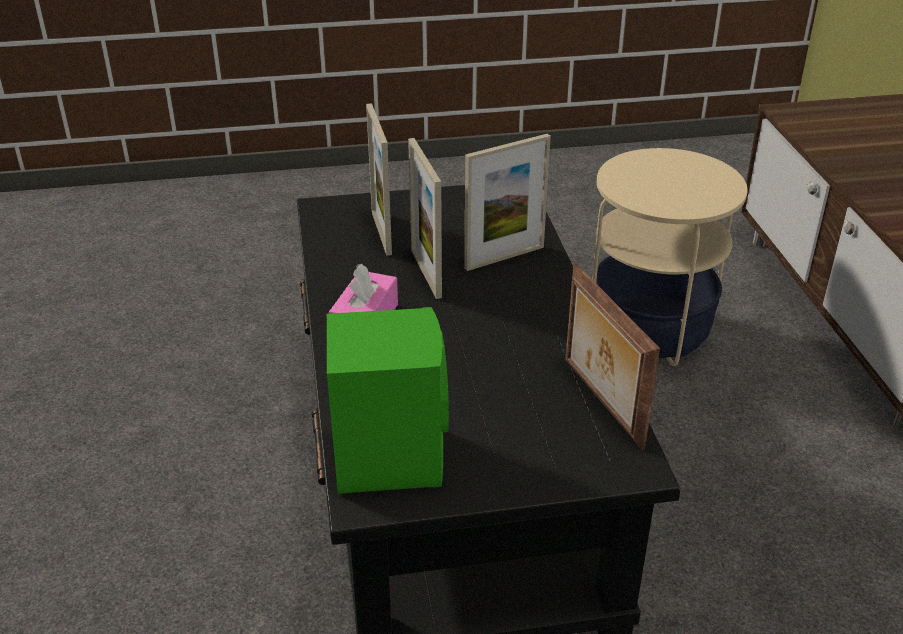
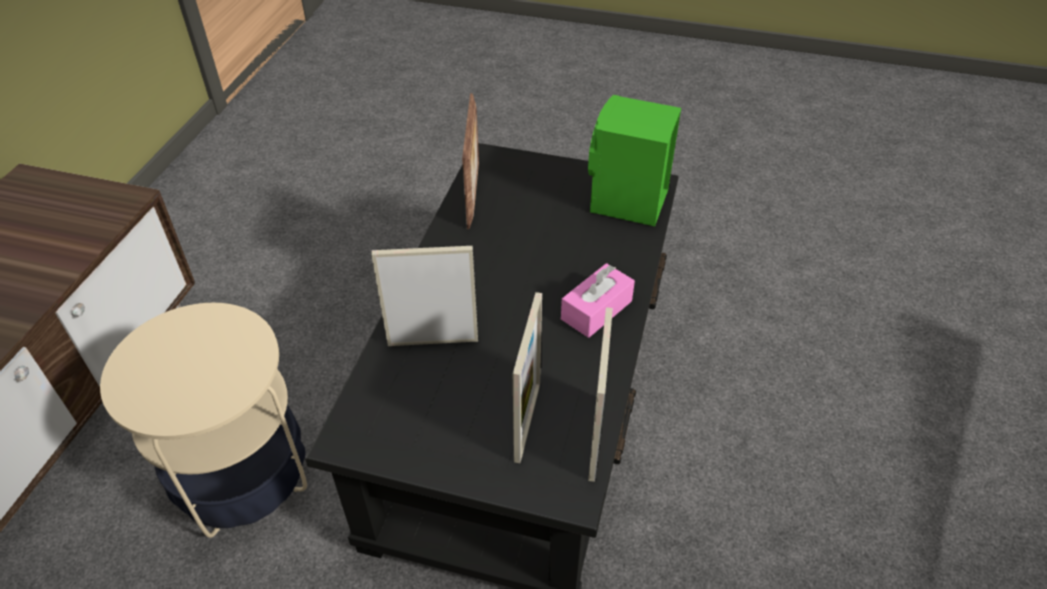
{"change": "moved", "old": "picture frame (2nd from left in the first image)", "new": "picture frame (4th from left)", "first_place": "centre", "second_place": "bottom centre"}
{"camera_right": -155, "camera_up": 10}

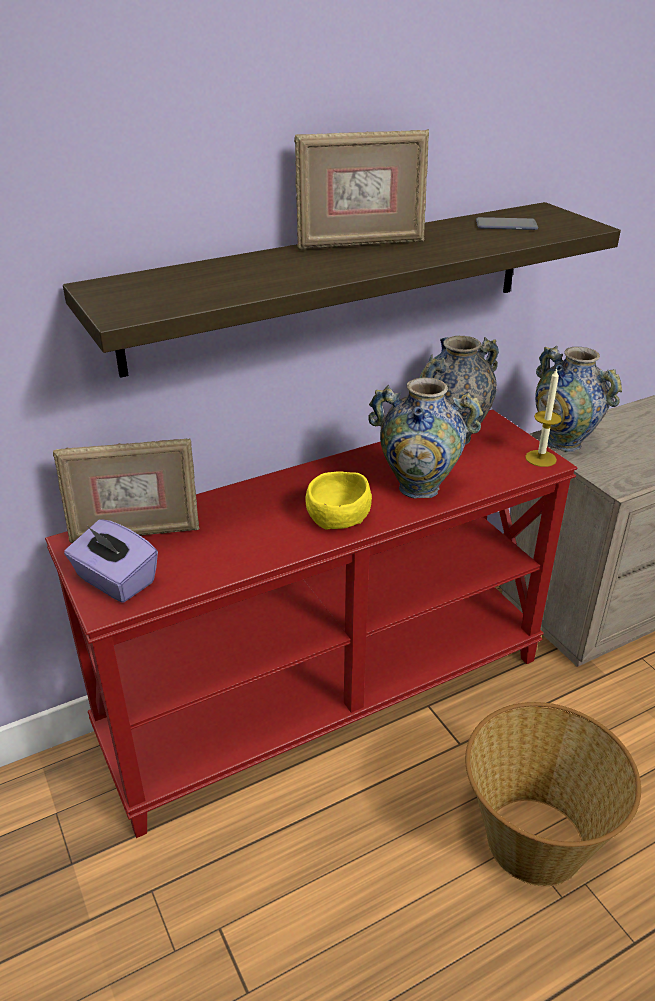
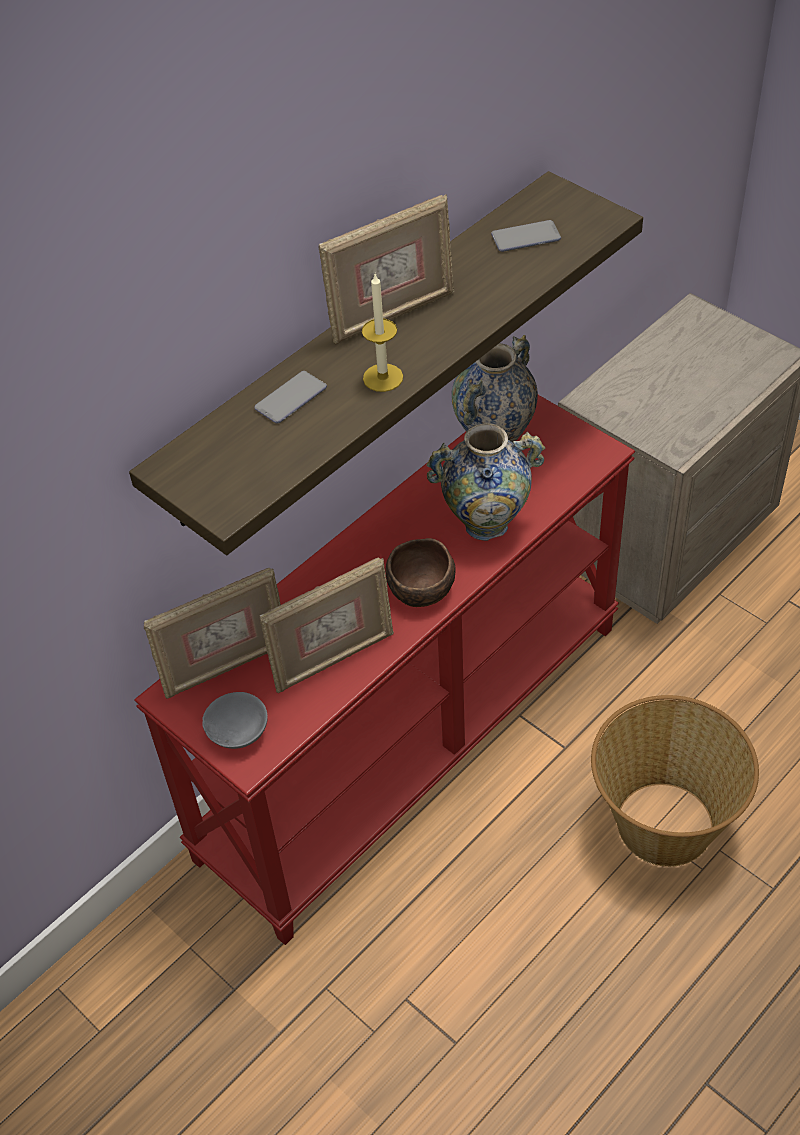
{"change": "replaced", "old": "purple tissue box", "new": "grey bowl", "first_place": "middle left", "second_place": "middle left"}
{"change": "recoloured", "old": "yellow bowl", "new": "brown bowl", "first_place": "centre", "second_place": "centre"}
{"change": "moved", "old": "candle", "first_place": "middle right", "second_place": "top centre"}
{"change": "removed", "old": "vase (3rd from left)", "first_place": "middle right"}
{"change": "added", "new": "phone (1st from left)", "second_place": "centre"}
{"change": "added", "new": "picture frame (2nd from left)", "second_place": "centre"}
{"camera_right": -15, "camera_up": 15}

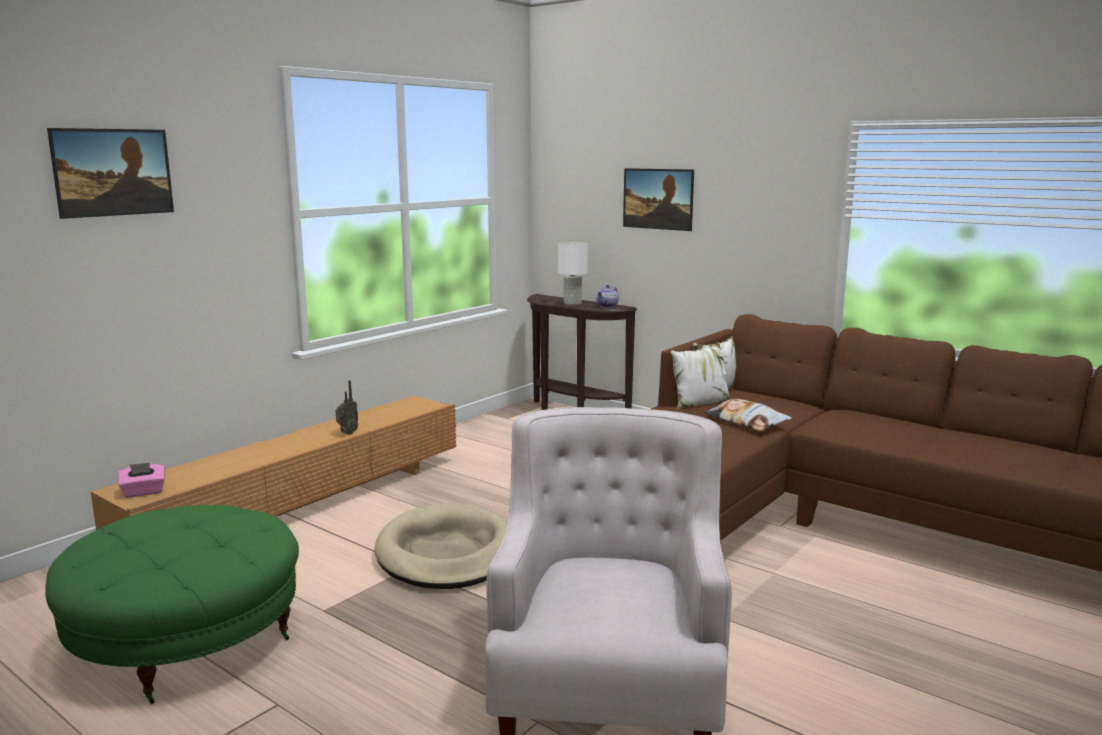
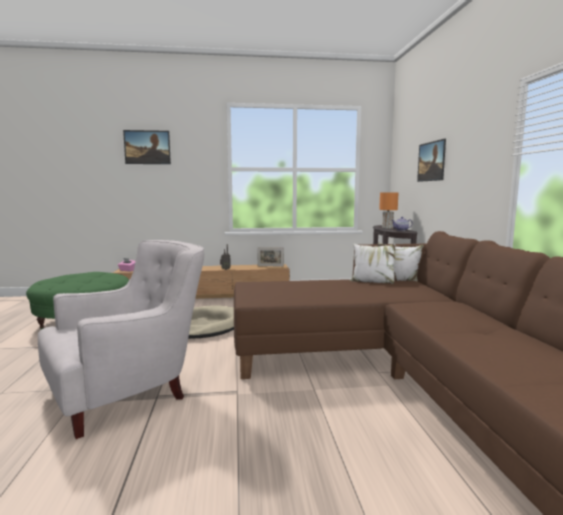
{"change": "recoloured", "old": "white table lamp", "new": "orange table lamp", "first_place": "centre", "second_place": "middle right"}
{"change": "removed", "old": "pillow", "first_place": "middle right"}
{"change": "added", "new": "picture frame", "second_place": "centre"}
{"camera_right": 45, "camera_up": -5}

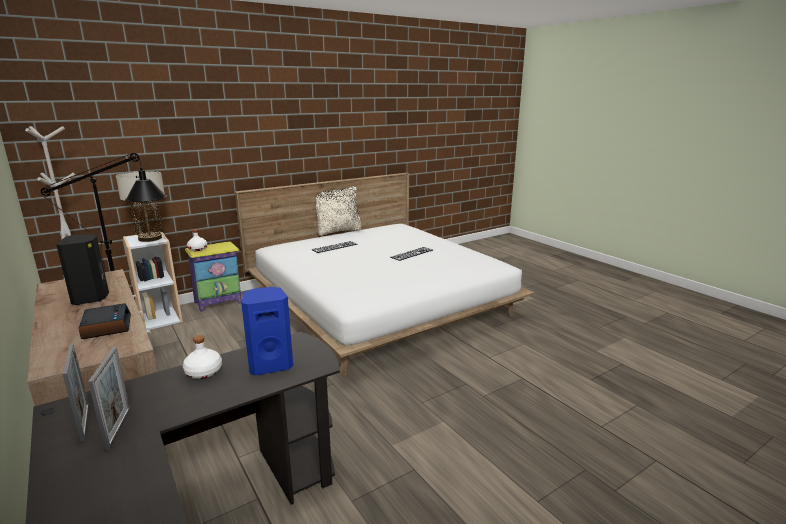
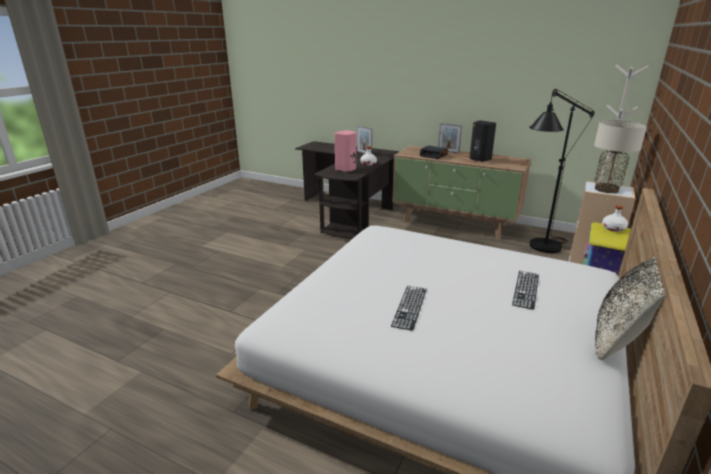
{"change": "moved", "old": "picture frame (1st from left in the first image)", "new": "picture frame (2nd from left)", "first_place": "bottom left", "second_place": "top centre"}
{"change": "recoloured", "old": "blue speaker", "new": "pink speaker", "first_place": "centre", "second_place": "top centre"}
{"camera_right": 150, "camera_up": 5}

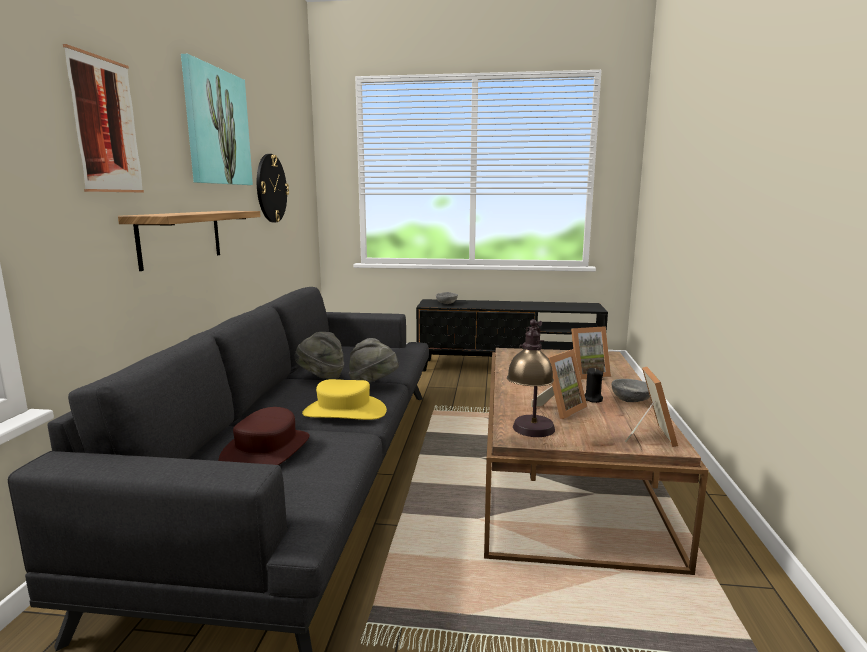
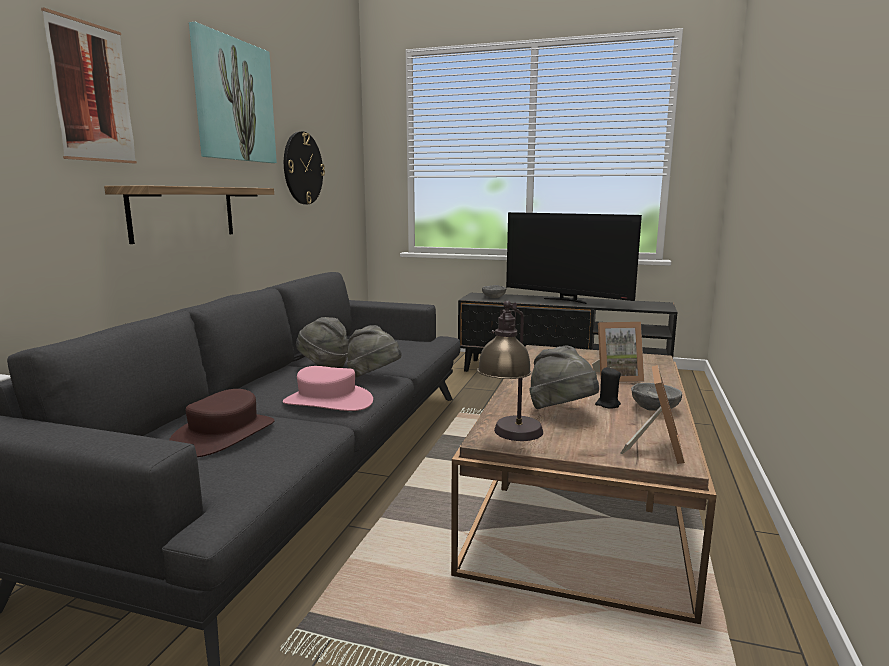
{"change": "recoloured", "old": "yellow hat", "new": "pink hat", "first_place": "centre", "second_place": "centre"}
{"change": "replaced", "old": "picture frame (1st from left)", "new": "grey hat (3rd from left)", "first_place": "centre", "second_place": "centre"}
{"change": "added", "new": "television", "second_place": "centre"}
{"camera_right": 10, "camera_up": 0}

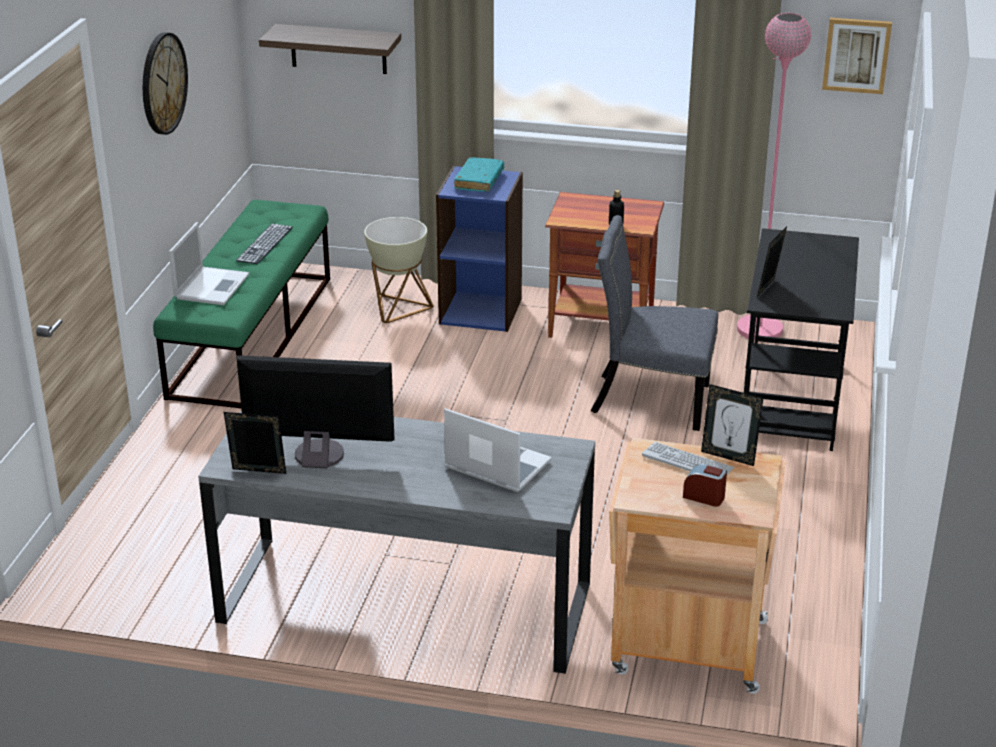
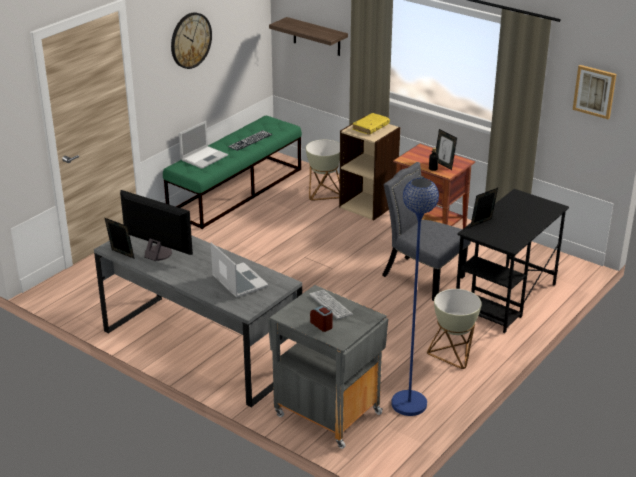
{"change": "recoloured", "old": "blue bookcase", "new": "beige bookcase", "first_place": "centre", "second_place": "centre"}
{"change": "recoloured", "old": "turquoise book", "new": "yellow book", "first_place": "top centre", "second_place": "top centre"}
{"change": "recoloured", "old": "brown cart", "new": "grey cart", "first_place": "bottom right", "second_place": "bottom centre"}
{"change": "moved", "old": "picture frame (2nd from left)", "first_place": "middle right", "second_place": "top right"}
{"change": "removed", "old": "pink floor lamp", "first_place": "top right"}
{"change": "added", "new": "blue floor lamp", "second_place": "centre"}
{"change": "added", "new": "planter (2nd from left)", "second_place": "bottom right"}
{"camera_right": 25, "camera_up": 0}

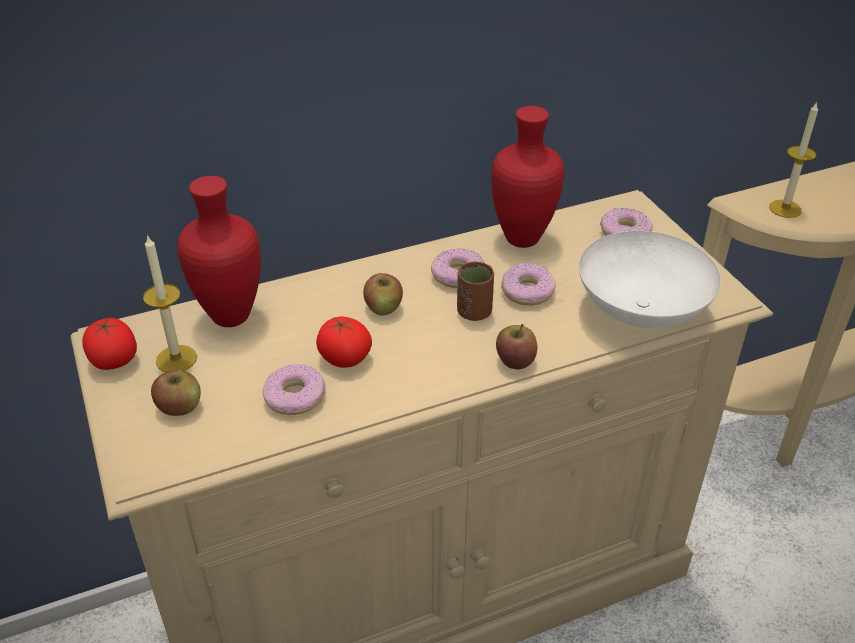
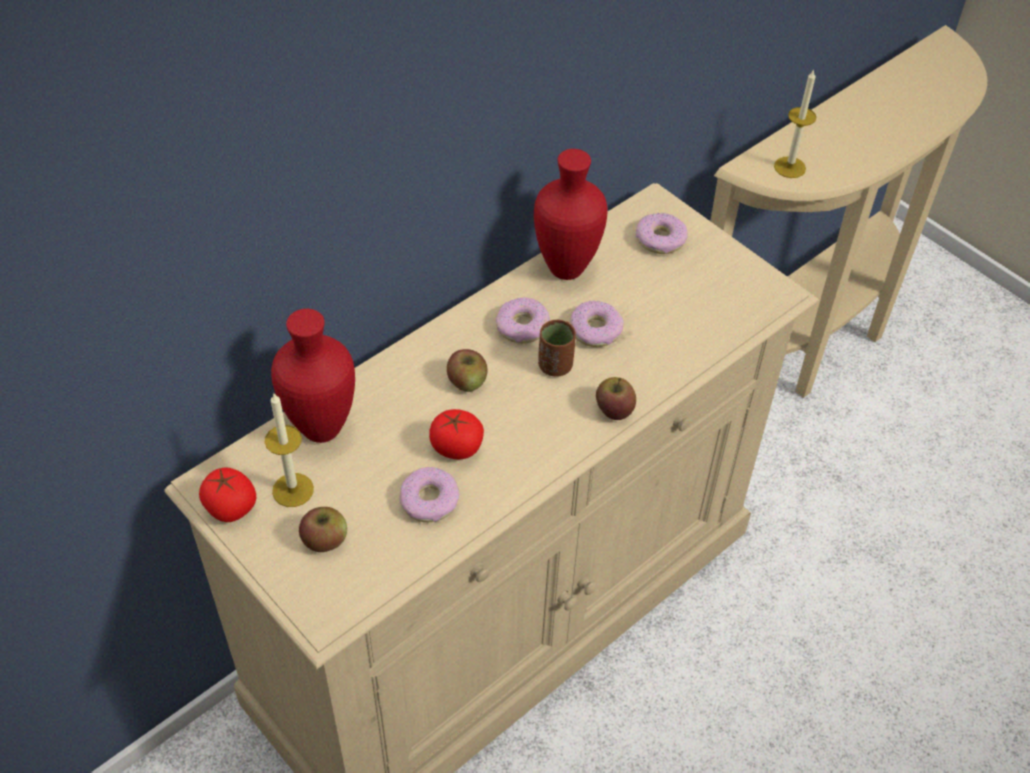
{"change": "removed", "old": "white bowl", "first_place": "middle right"}
{"camera_right": -20, "camera_up": 10}

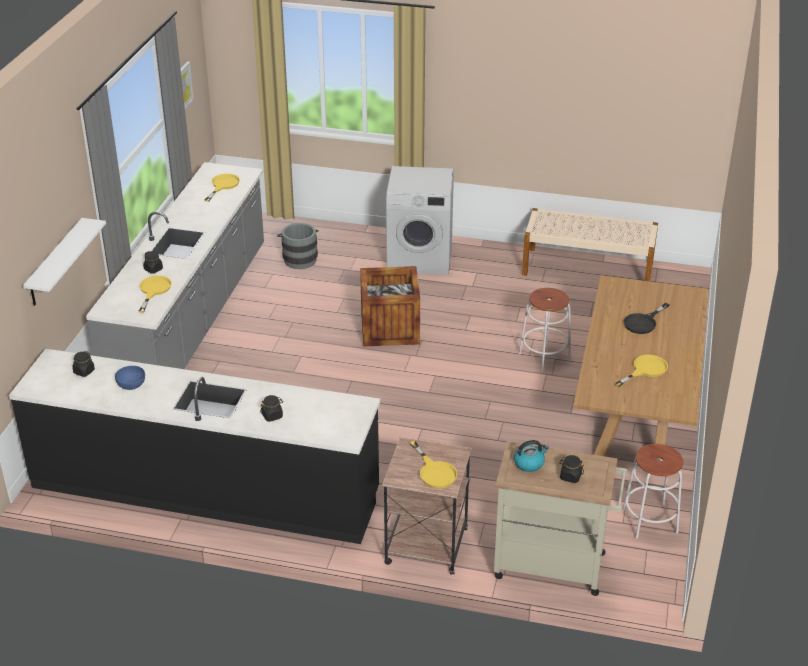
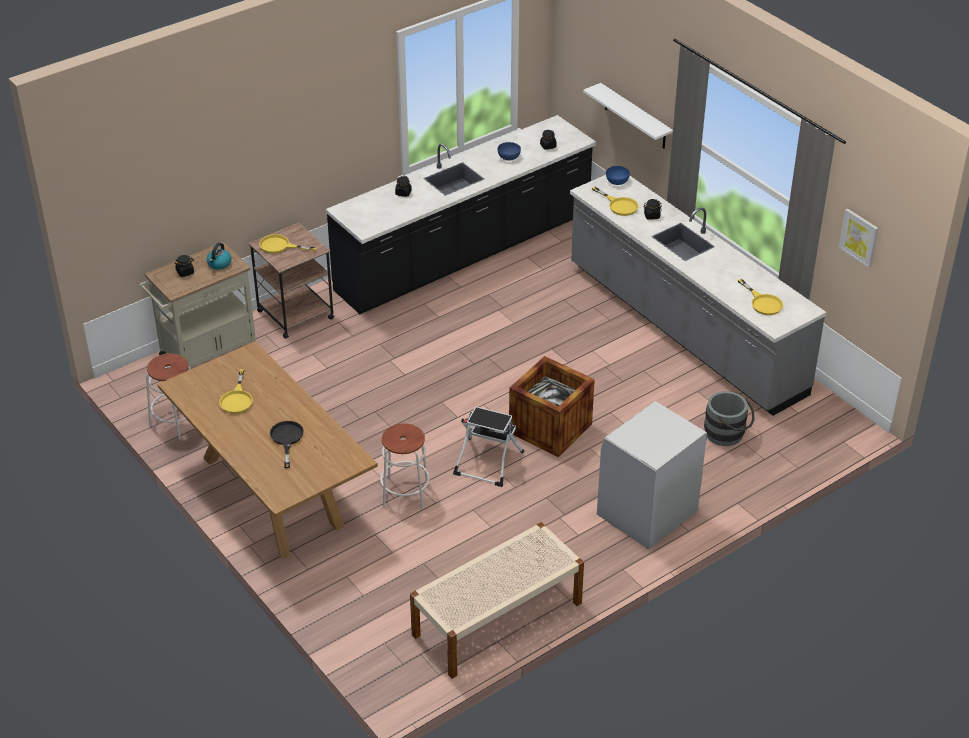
{"change": "added", "new": "step ladder", "second_place": "centre"}
{"change": "added", "new": "blue bowl (2nd from left)", "second_place": "top centre"}
{"camera_right": 130, "camera_up": 5}

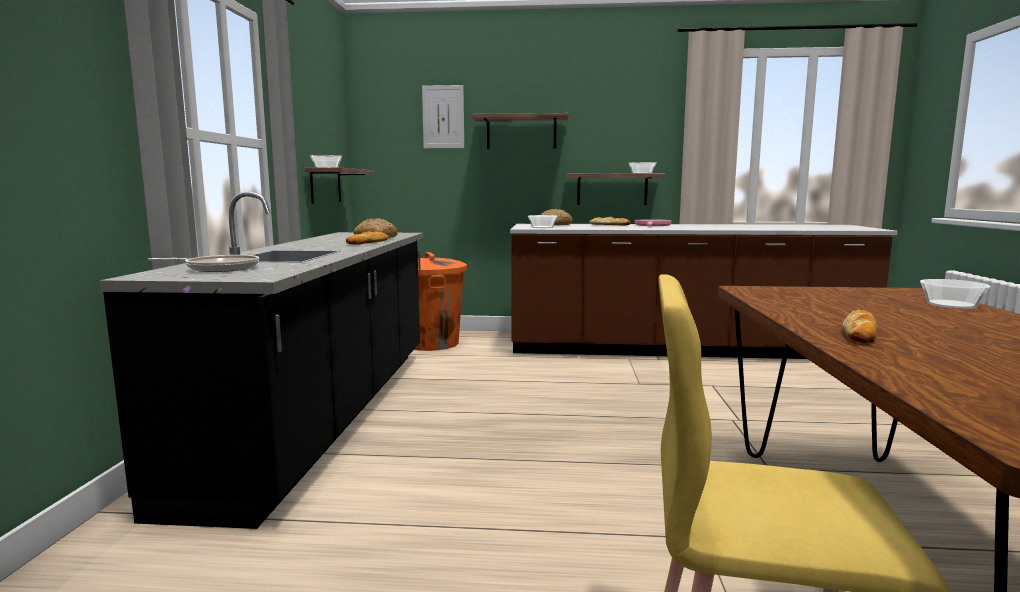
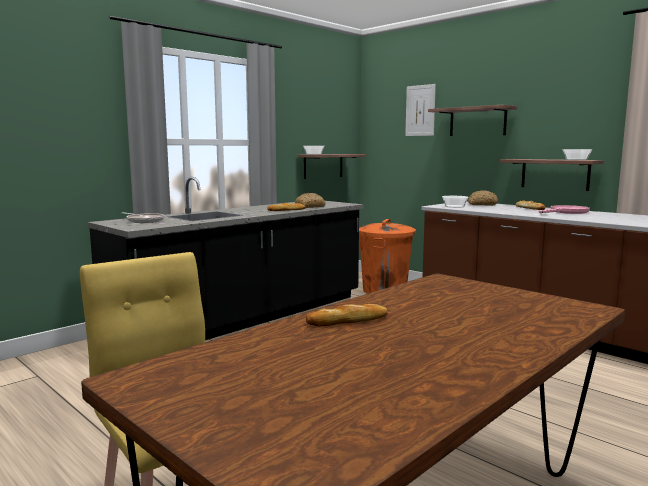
{"change": "removed", "old": "bowl (4th from left)", "first_place": "middle right"}
{"camera_right": 40, "camera_up": 0}

